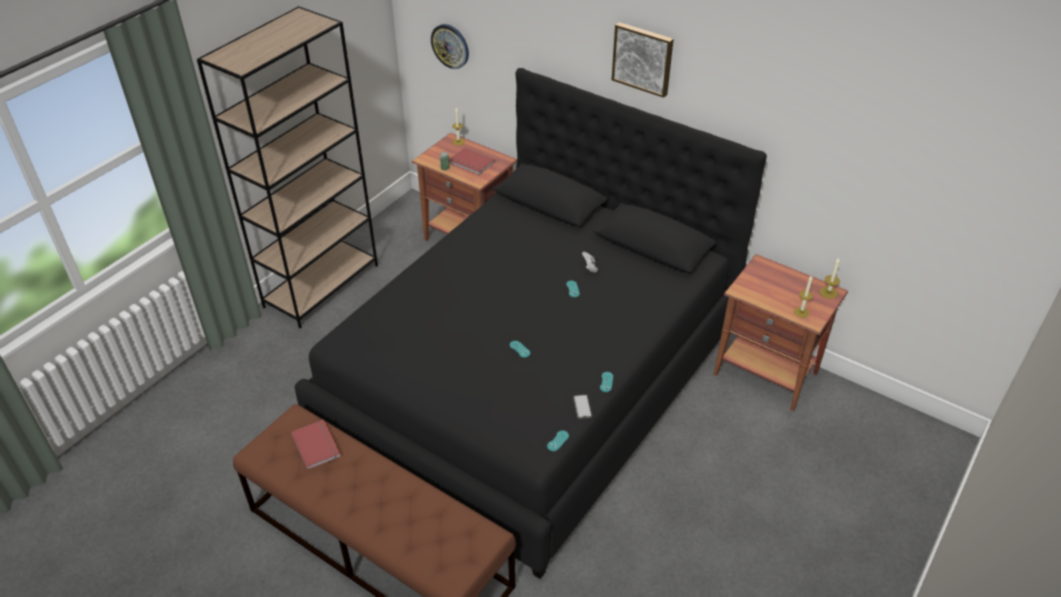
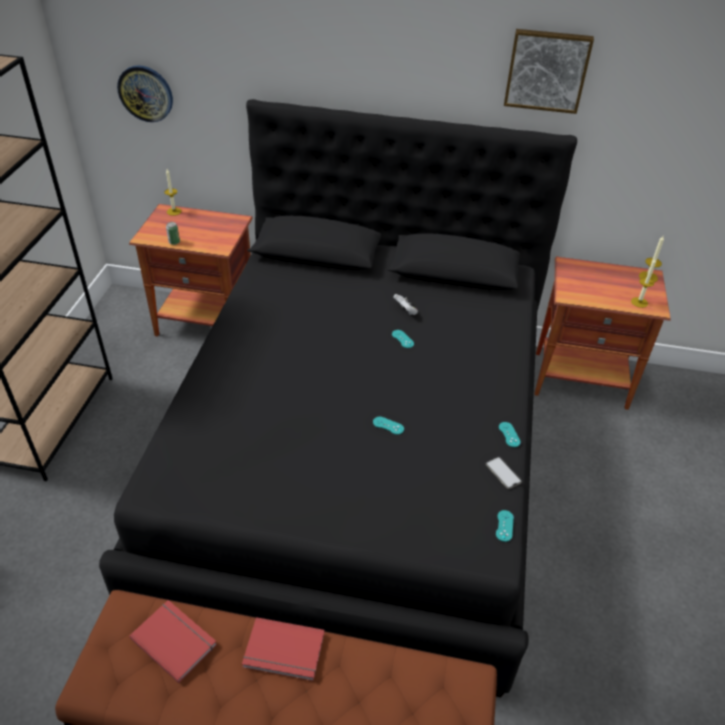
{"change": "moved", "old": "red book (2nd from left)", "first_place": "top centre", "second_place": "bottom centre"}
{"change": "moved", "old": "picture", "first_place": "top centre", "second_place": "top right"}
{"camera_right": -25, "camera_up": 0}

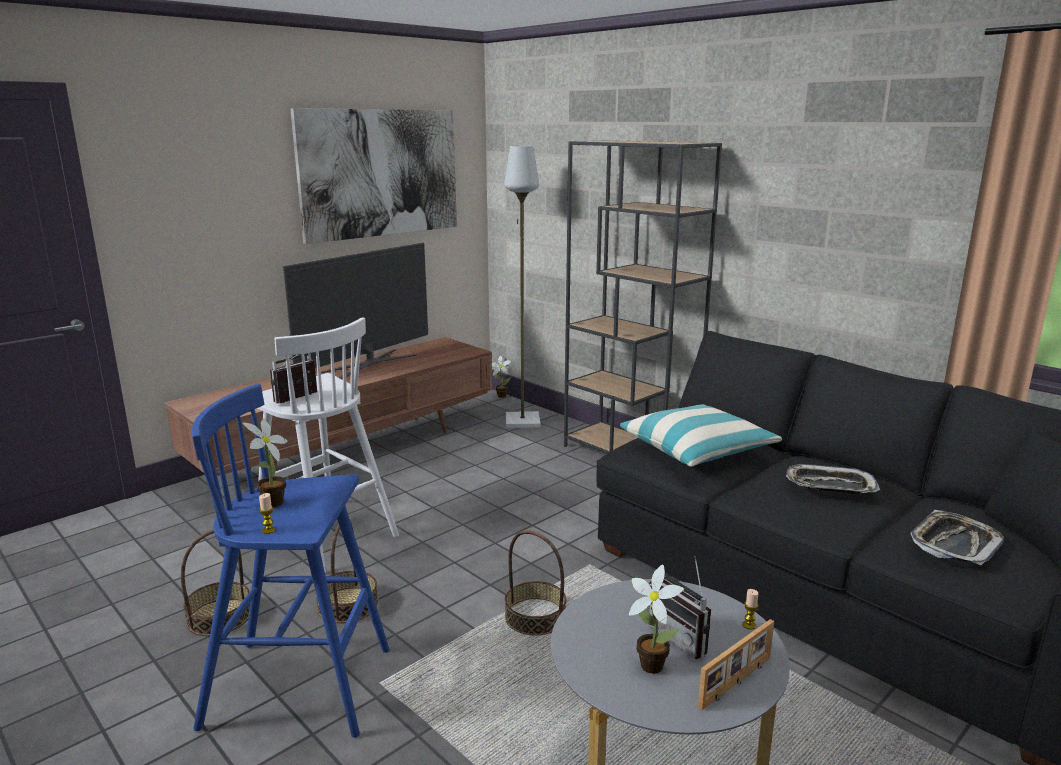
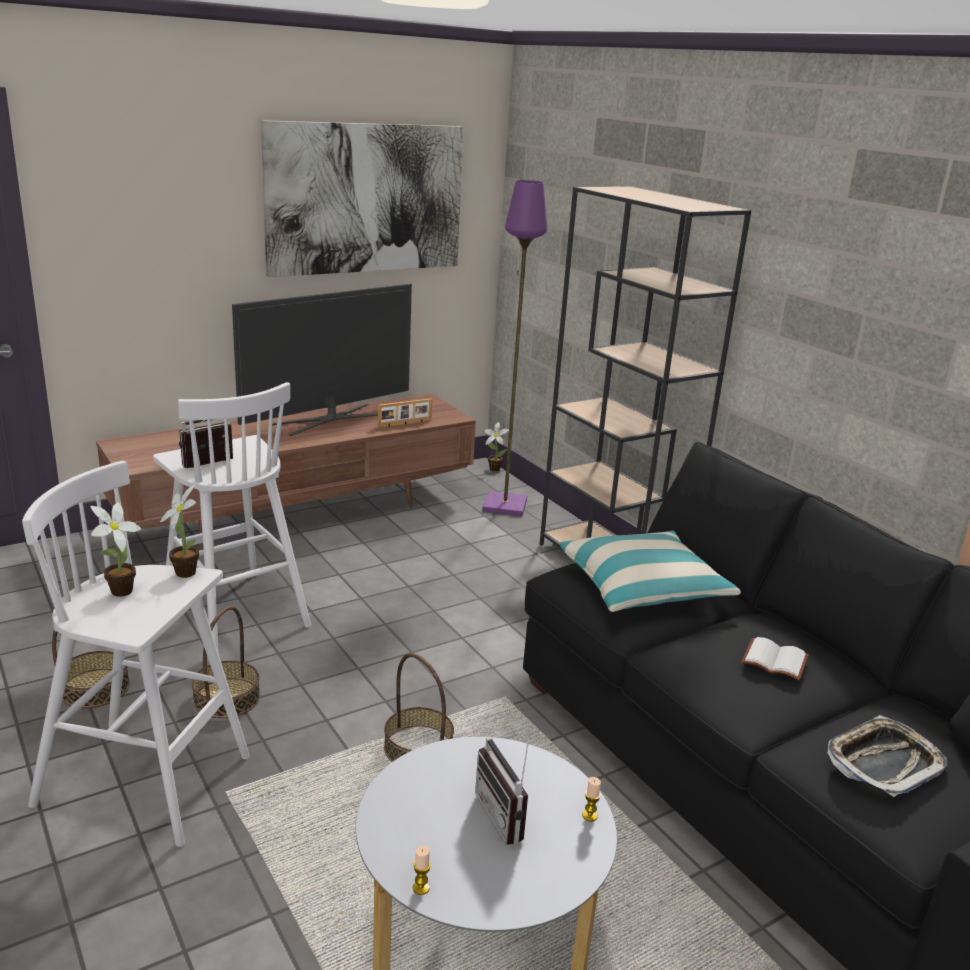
{"change": "recoloured", "old": "blue stool", "new": "white stool (1st from left)", "first_place": "bottom left", "second_place": "bottom left"}
{"change": "moved", "old": "candle (1st from left)", "first_place": "bottom left", "second_place": "bottom centre"}
{"change": "recoloured", "old": "grey floor lamp", "new": "purple floor lamp", "first_place": "centre", "second_place": "centre"}
{"change": "moved", "old": "potted plant (3rd from left in the first image)", "new": "potted plant (2nd from left)", "first_place": "bottom centre", "second_place": "middle left"}
{"change": "moved", "old": "picture frame", "first_place": "bottom right", "second_place": "centre"}
{"change": "replaced", "old": "tray (1st from left)", "new": "white book", "first_place": "middle right", "second_place": "bottom right"}
{"camera_right": 10, "camera_up": 5}

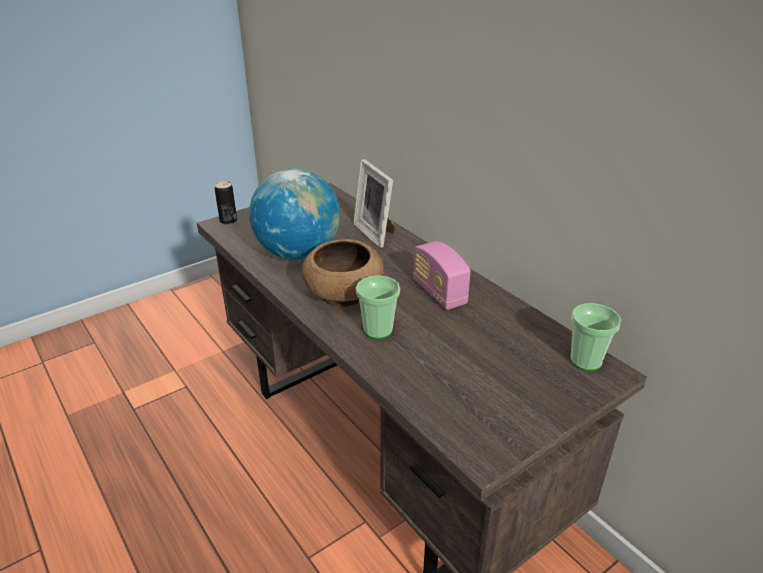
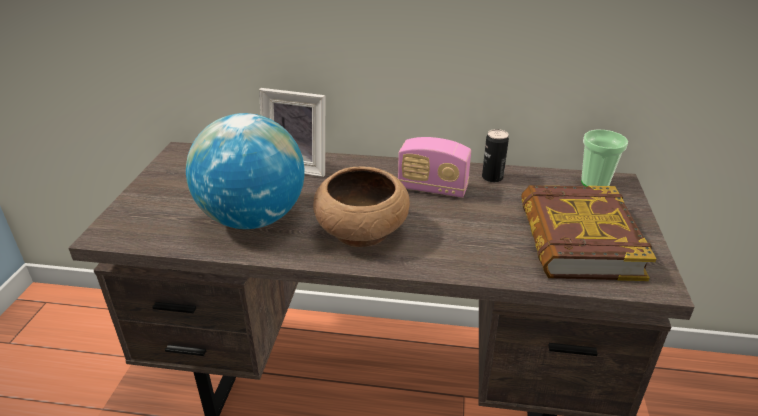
{"change": "moved", "old": "can", "first_place": "middle left", "second_place": "centre"}
{"change": "removed", "old": "cup (1st from left)", "first_place": "centre"}
{"change": "added", "new": "book", "second_place": "middle right"}
{"camera_right": -45, "camera_up": 0}

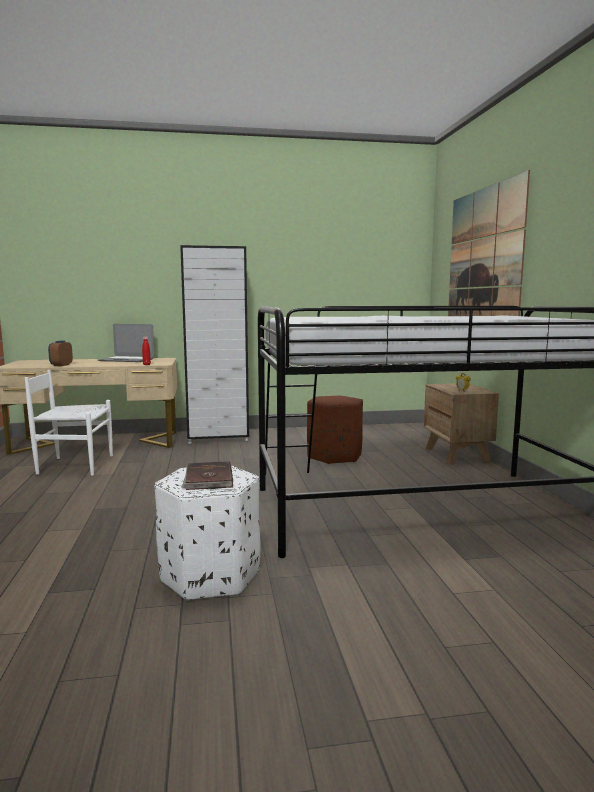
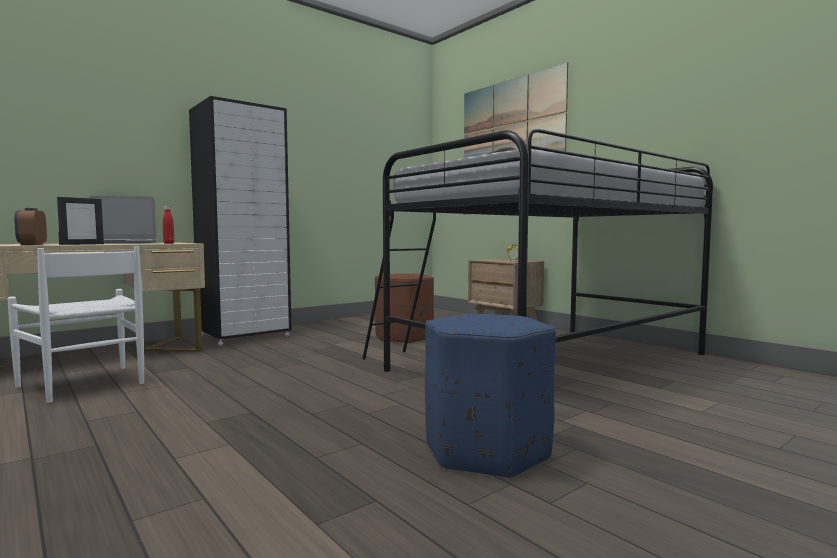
{"change": "turned", "old": "white chair", "first_place": "middle left", "second_place": "middle left", "degrees": -105}
{"change": "recoloured", "old": "white ottoman", "new": "blue ottoman", "first_place": "bottom centre", "second_place": "bottom centre"}
{"change": "removed", "old": "brown book", "first_place": "centre"}
{"change": "added", "new": "picture frame", "second_place": "middle left"}
{"camera_right": -30, "camera_up": -5}

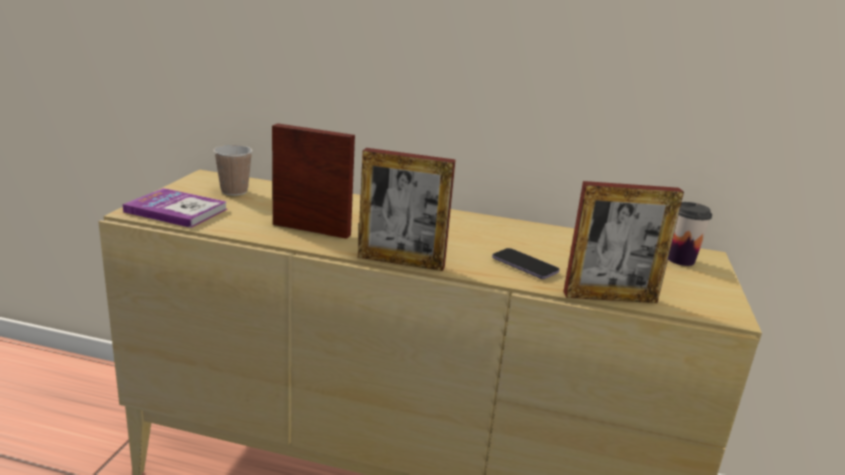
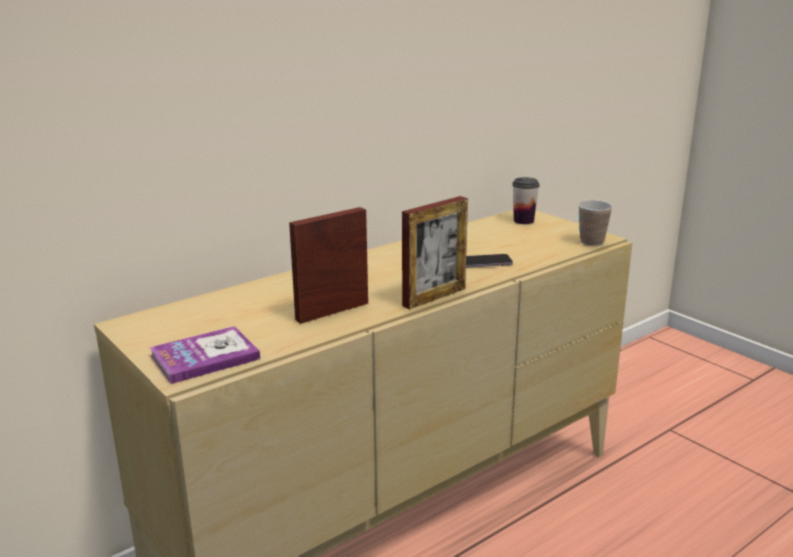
{"change": "moved", "old": "cup (1st from left in the first image)", "new": "cup (2nd from left)", "first_place": "middle left", "second_place": "middle right"}
{"change": "removed", "old": "picture frame (3rd from left)", "first_place": "middle right"}
{"camera_right": -50, "camera_up": 0}

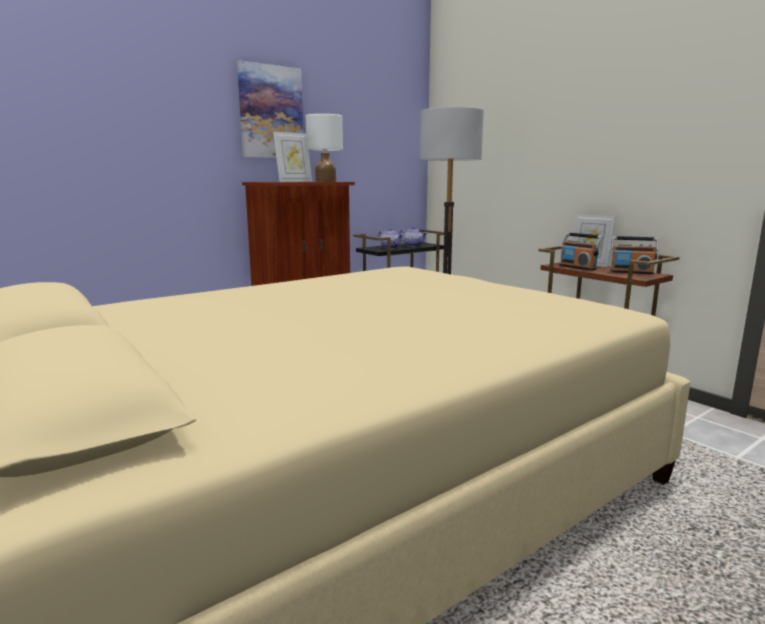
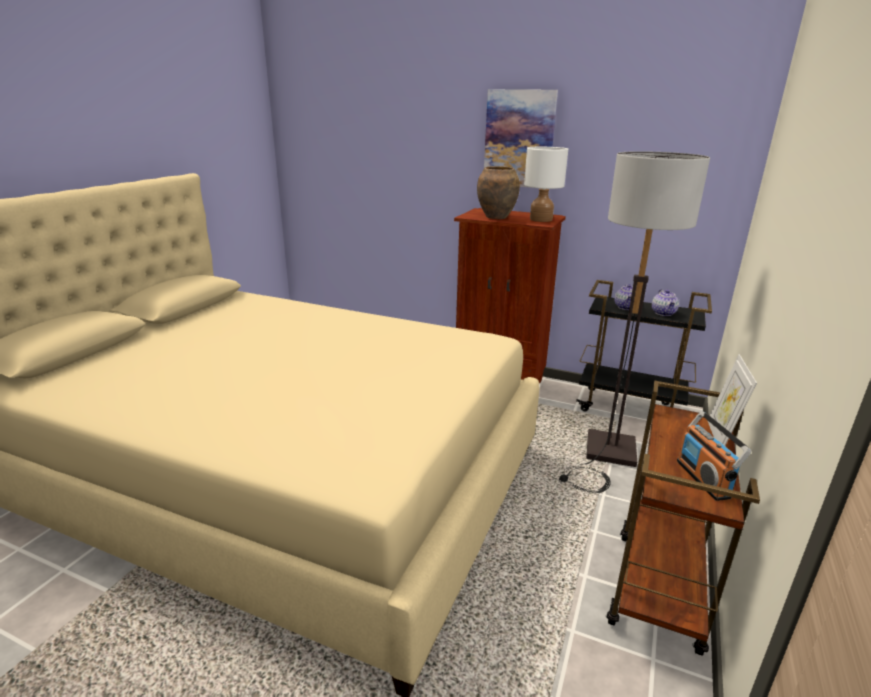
{"change": "replaced", "old": "picture frame (1st from left)", "new": "brown vase", "first_place": "top centre", "second_place": "top centre"}
{"change": "removed", "old": "radio (1st from left)", "first_place": "middle right"}
{"camera_right": 60, "camera_up": 10}

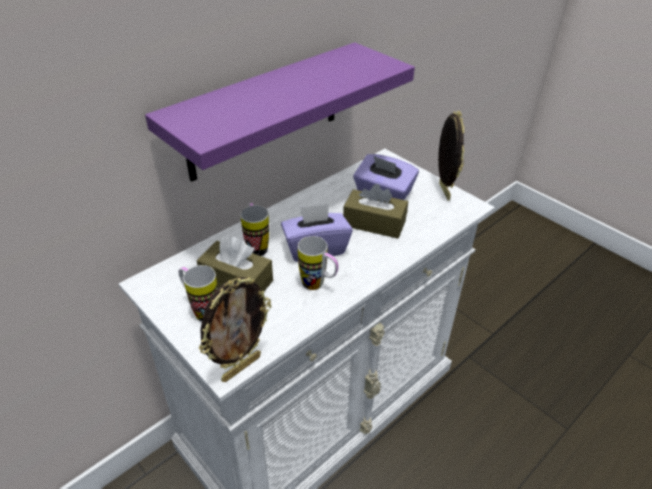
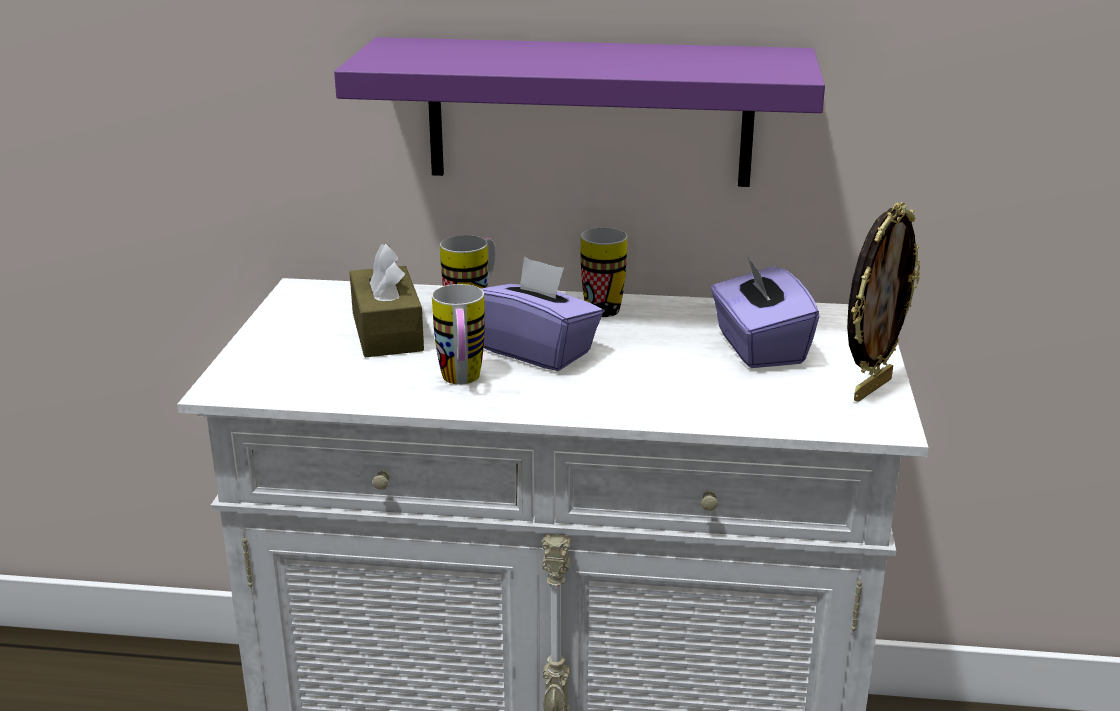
{"change": "moved", "old": "mug (1st from left in the first image)", "new": "mug (3rd from left)", "first_place": "middle left", "second_place": "centre"}
{"change": "removed", "old": "picture frame (1st from left)", "first_place": "bottom centre"}
{"change": "removed", "old": "brown tissue box (2nd from left)", "first_place": "centre"}
{"camera_right": 50, "camera_up": -15}

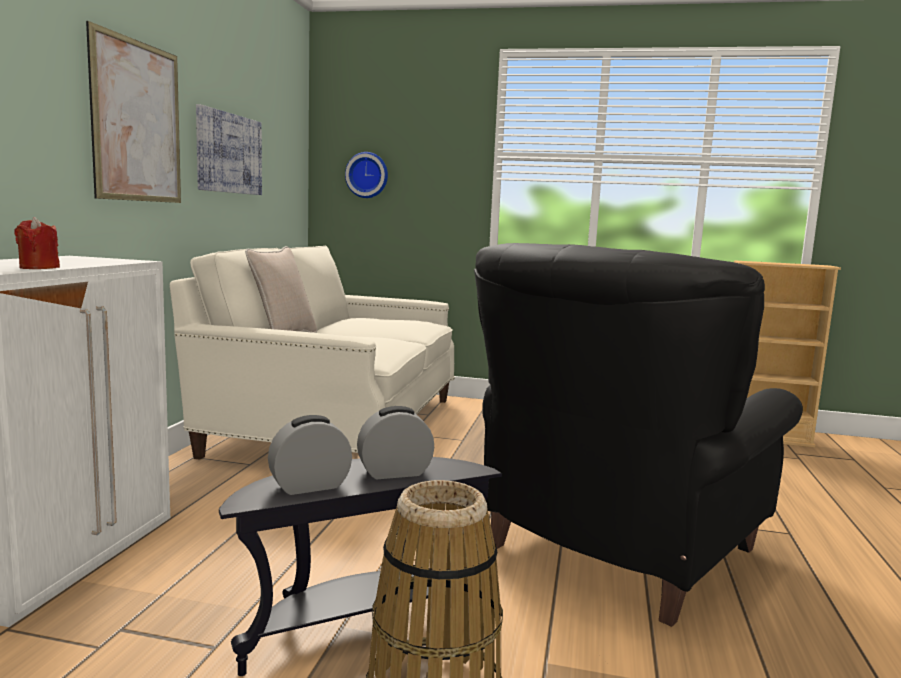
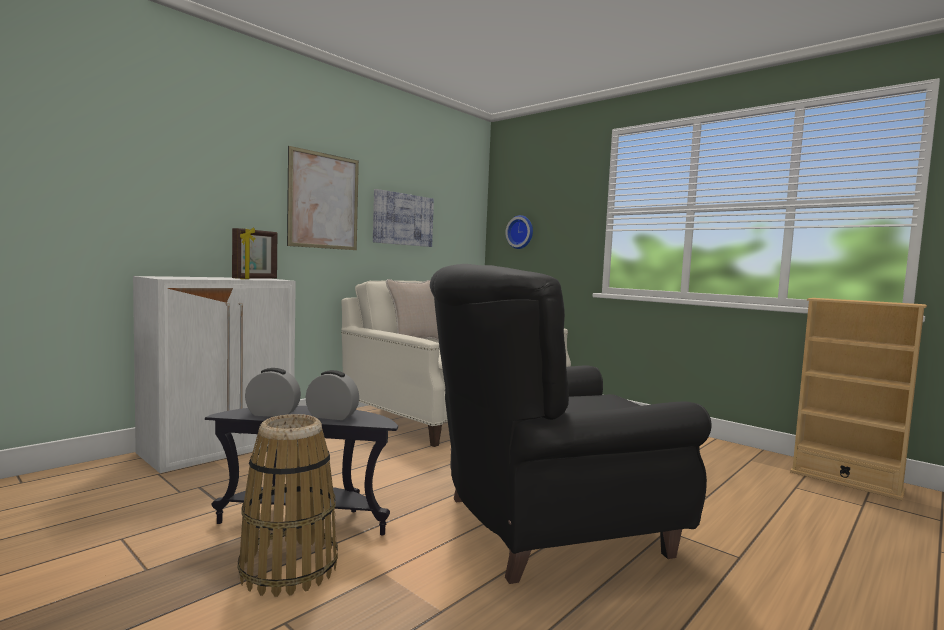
{"change": "removed", "old": "red candle", "first_place": "middle left"}
{"change": "added", "new": "picture frame", "second_place": "middle left"}
{"camera_right": 30, "camera_up": -5}

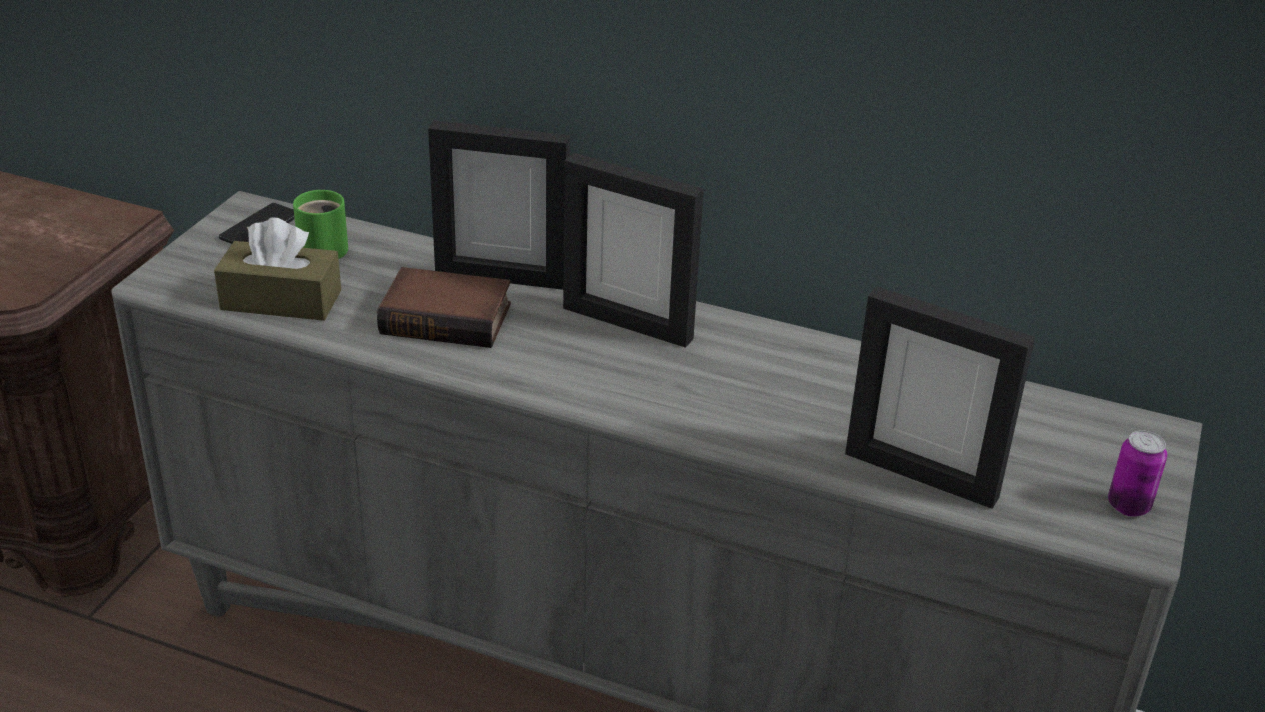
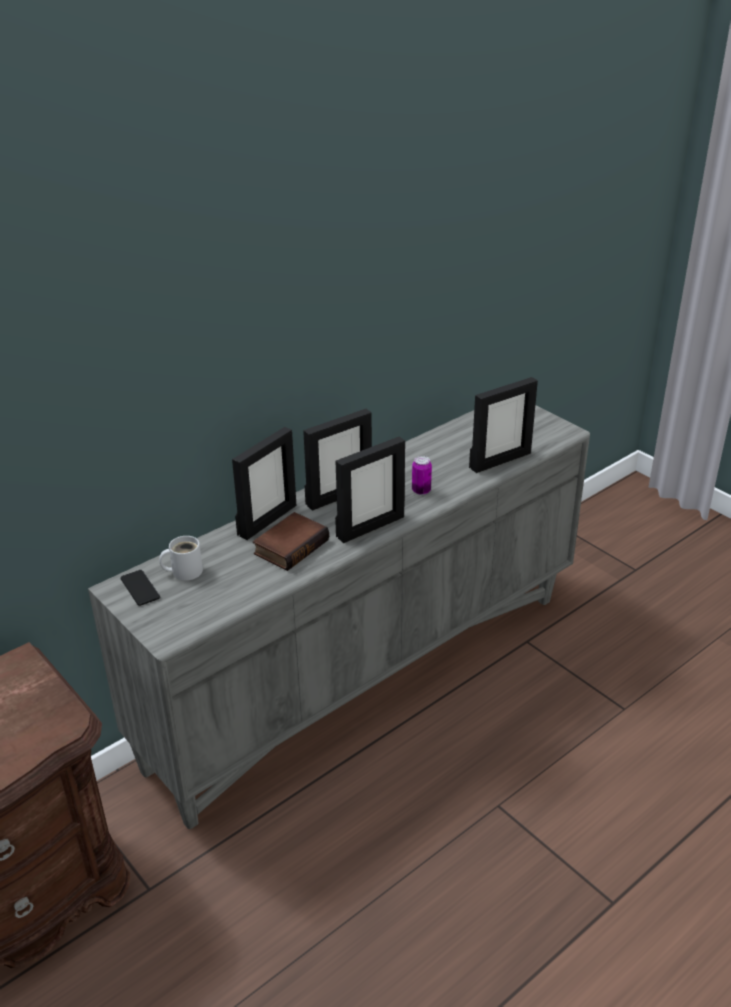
{"change": "removed", "old": "brown tissue box", "first_place": "middle left"}
{"change": "recoloured", "old": "green mug", "new": "white mug", "first_place": "top left", "second_place": "middle left"}
{"change": "moved", "old": "can", "first_place": "middle right", "second_place": "centre"}
{"change": "added", "new": "picture frame (3rd from left)", "second_place": "centre"}
{"camera_right": -60, "camera_up": 0}

